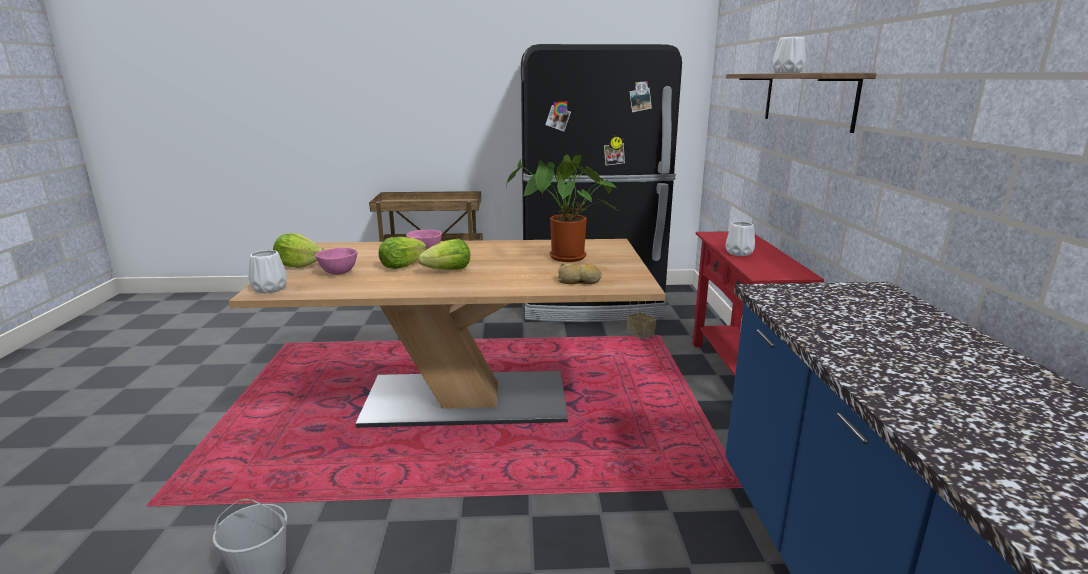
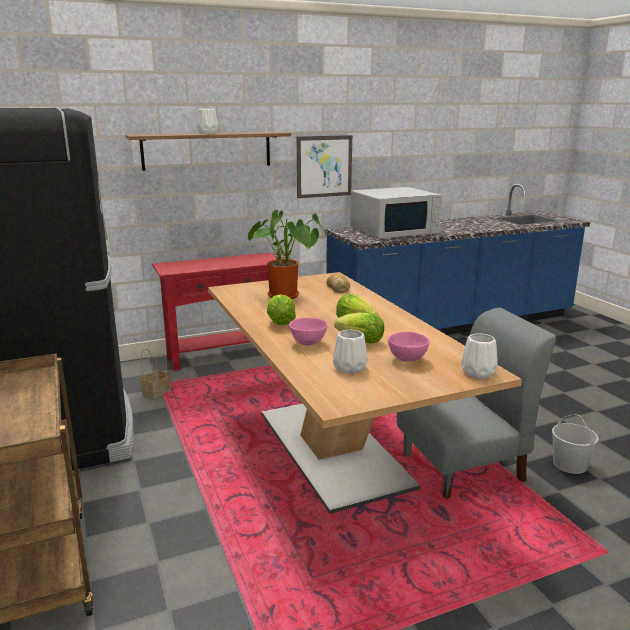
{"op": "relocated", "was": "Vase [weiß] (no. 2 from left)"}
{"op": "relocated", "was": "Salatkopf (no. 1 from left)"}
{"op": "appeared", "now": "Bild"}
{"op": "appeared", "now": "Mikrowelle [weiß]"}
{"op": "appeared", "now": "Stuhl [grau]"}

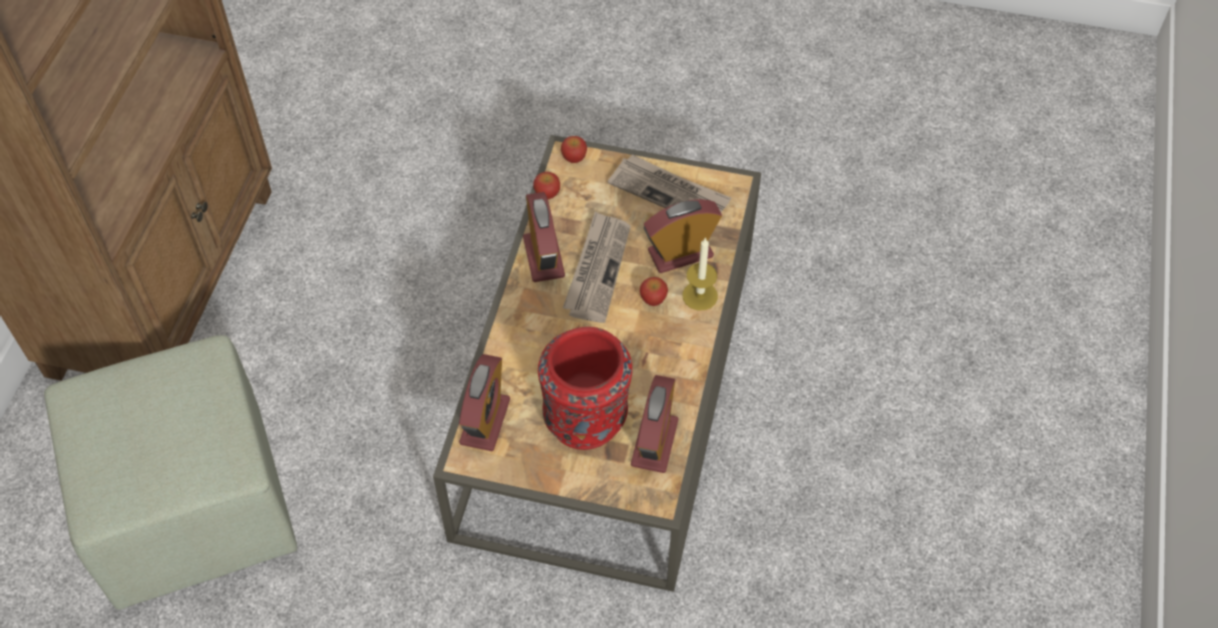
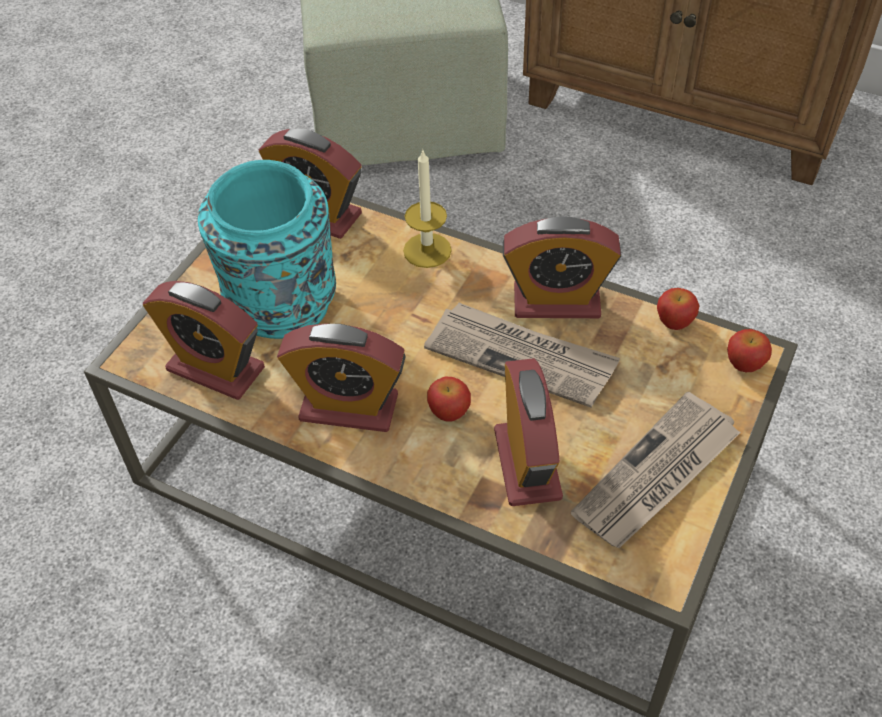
{"op": "relocated", "was": "Kerze"}
{"op": "colour", "was": "Vase [rot]", "now": "Vase [türkis]"}
{"op": "appeared", "now": "Wecker (no. 3 from left)"}

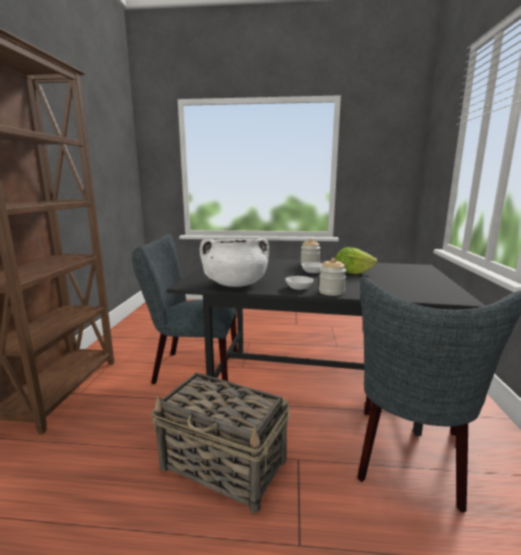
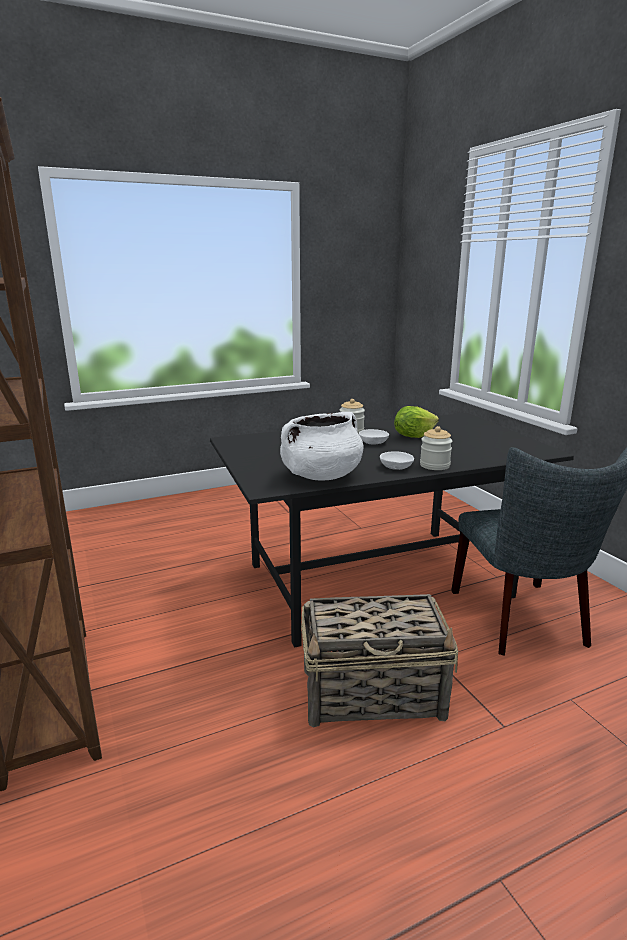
{"op": "missing", "was": "Stuhl [grau] (no. 1 from left)"}

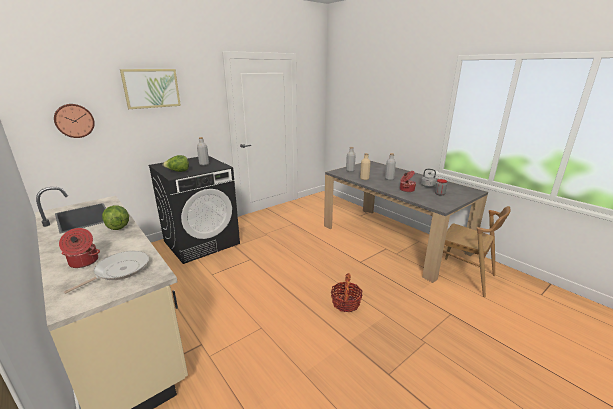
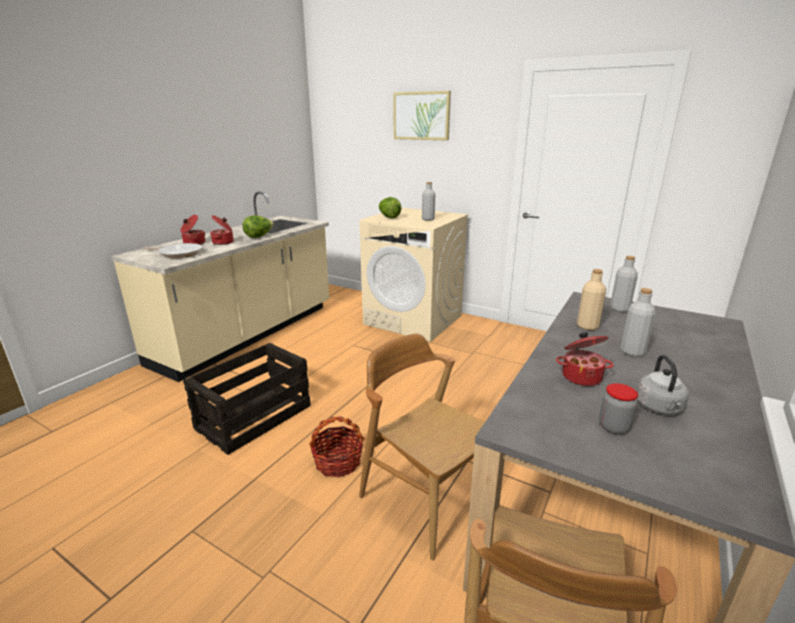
{"op": "missing", "was": "Wanduhr"}
{"op": "colour", "was": "Waschmaschine [schwarz]", "now": "Waschmaschine [beige]"}
{"op": "appeared", "now": "Kochtopf (no. 2 from left)"}
{"op": "appeared", "now": "Stuhl [braun] (no. 1 from left)"}
{"op": "appeared", "now": "Kiste"}

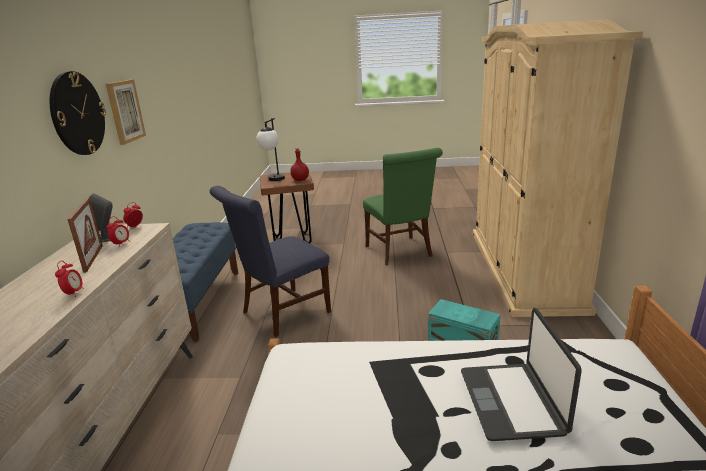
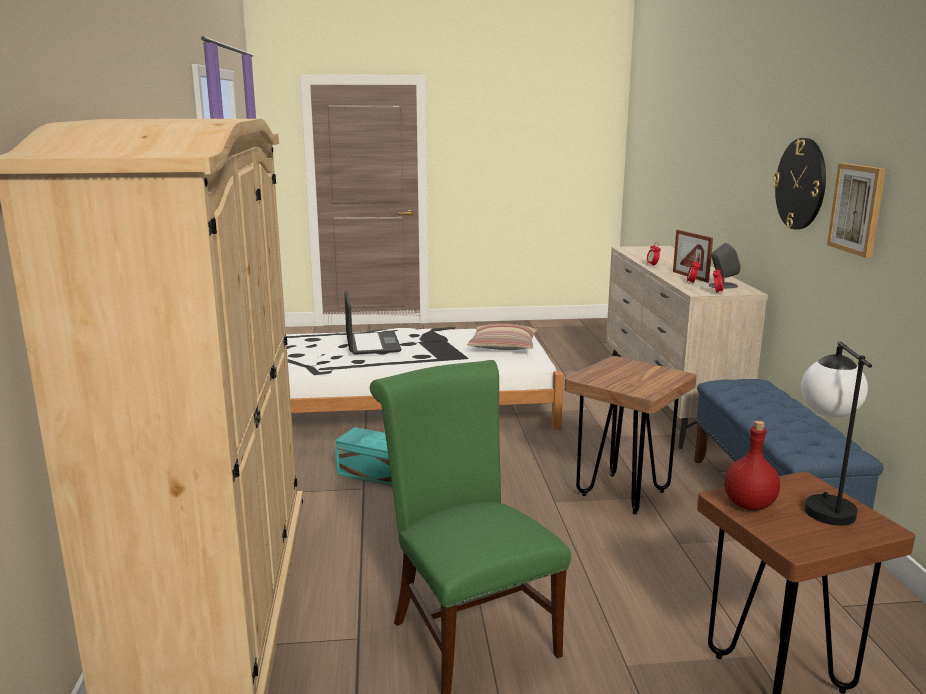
{"op": "exchanged", "was": "Stuhl [blau]", "now": "Hocker [braun] (no. 1 from left)"}
{"op": "appeared", "now": "Kissen"}

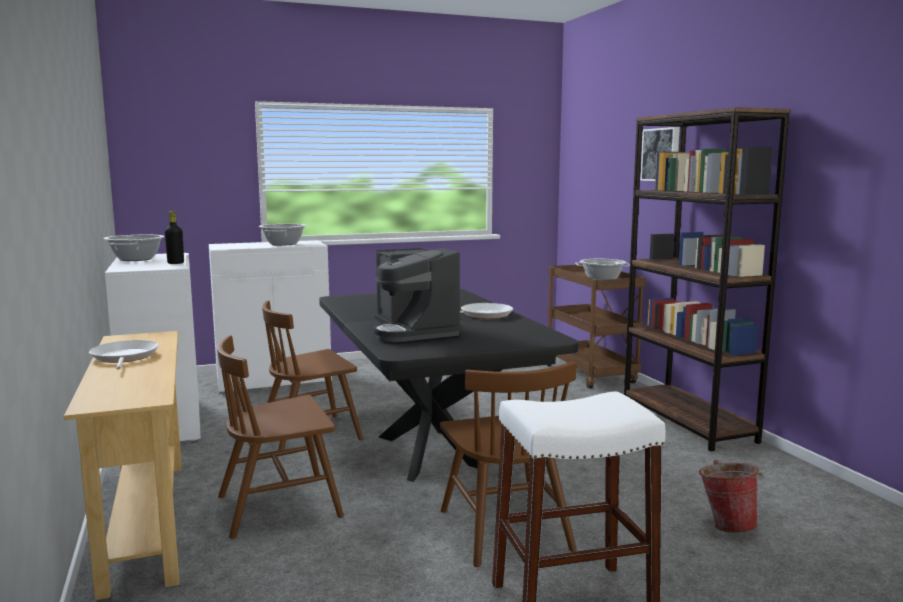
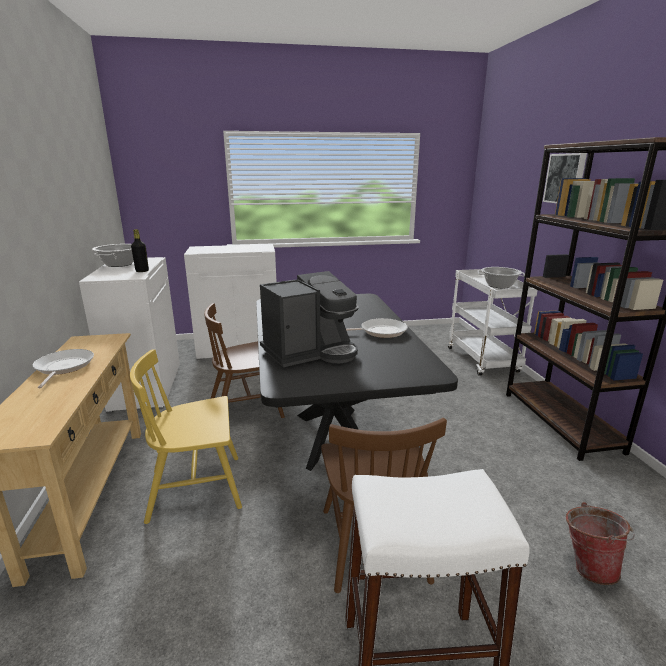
{"op": "missing", "was": "Kochtopf (no. 2 from left)"}
{"op": "spun", "was": "Kaffeemaschine", "clockwise": -105}
{"op": "colour", "was": "Rollwagen [braun]", "now": "Rollwagen [weiß]"}
{"op": "colour", "was": "Stuhl [braun] (no. 1 from left)", "now": "Stuhl [gelb]"}

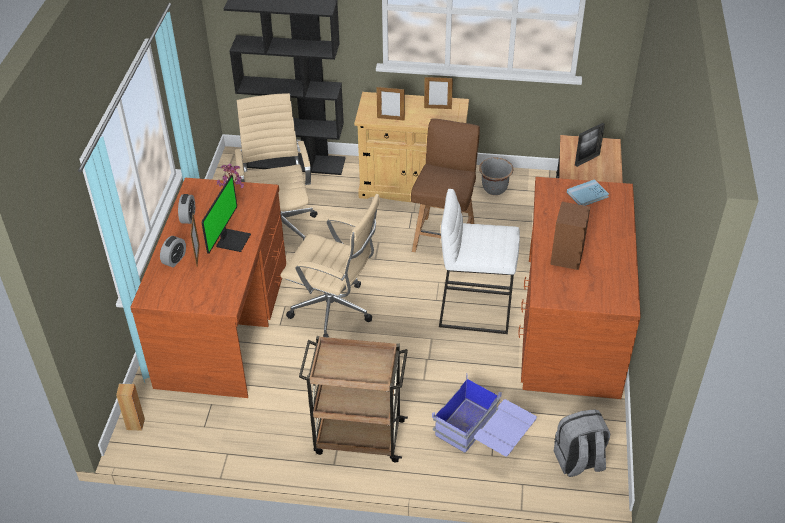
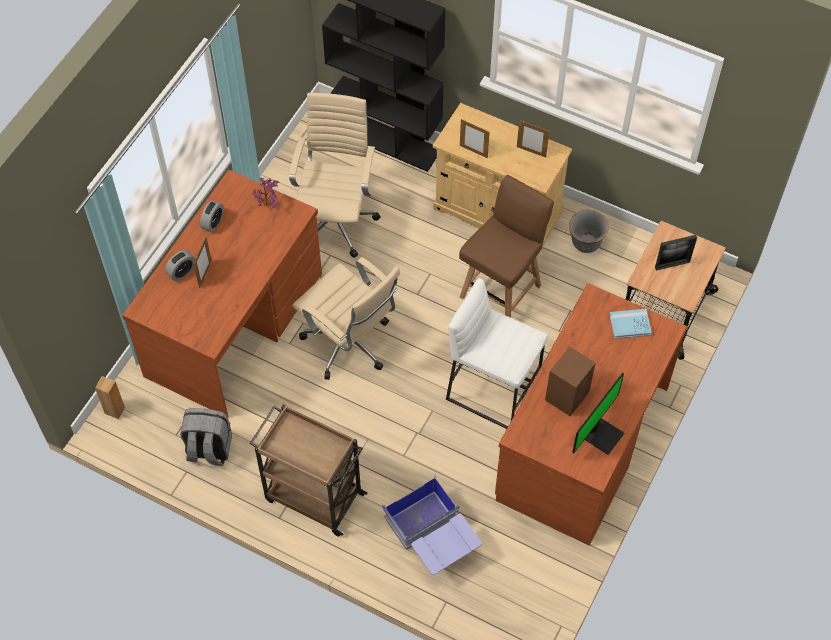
{"op": "relocated", "was": "Monitor"}
{"op": "relocated", "was": "Rucksack [grau]"}

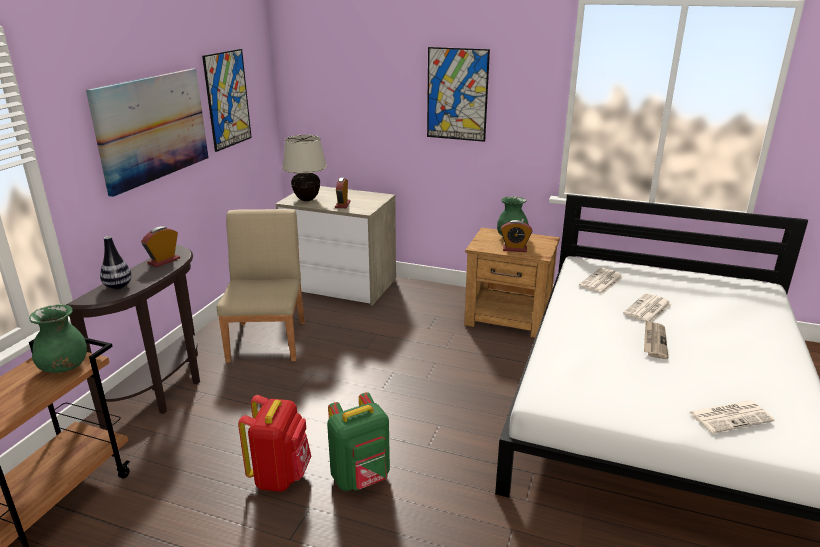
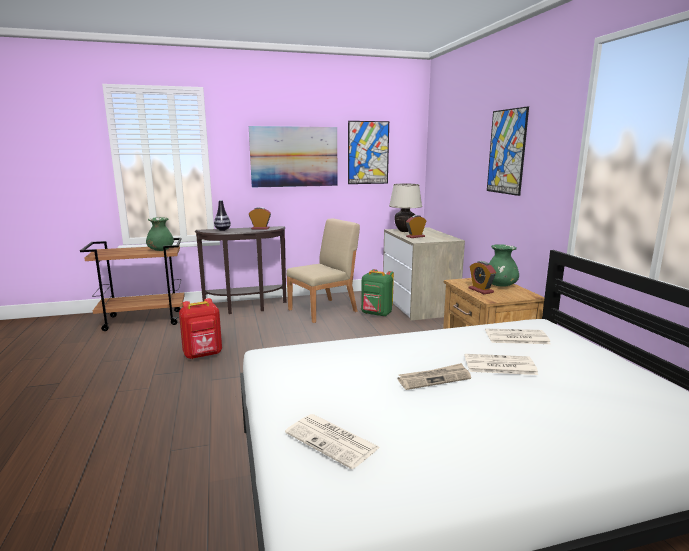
{"op": "relocated", "was": "Rucksack [grün]"}

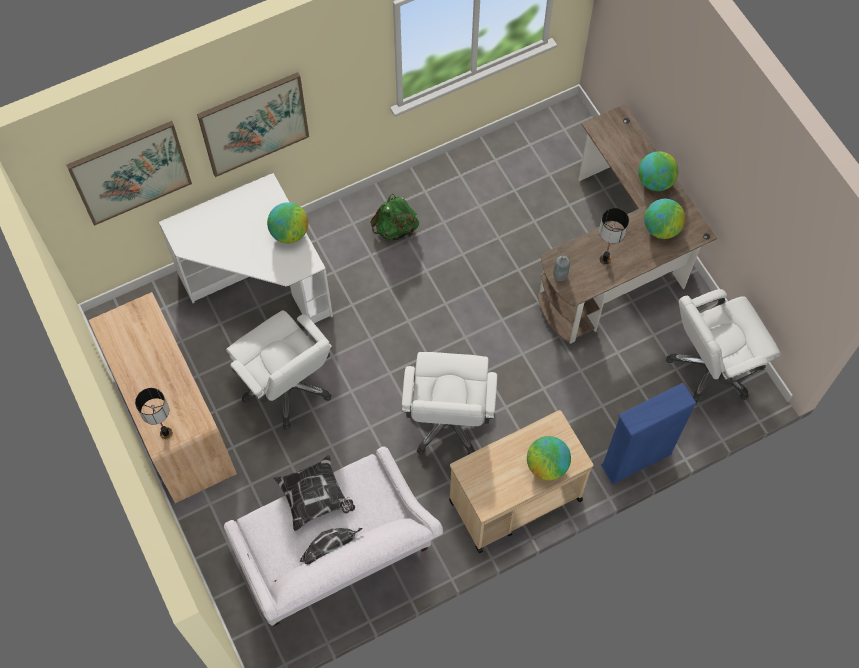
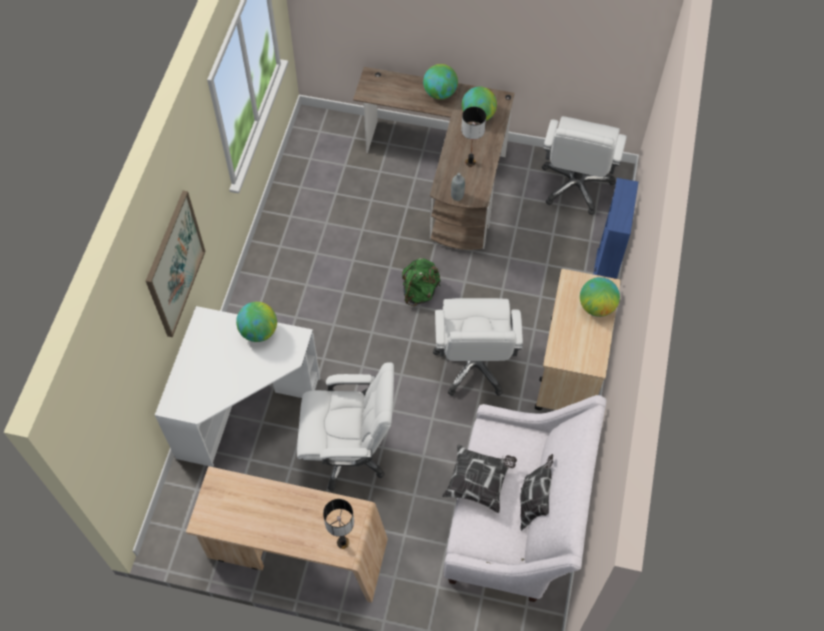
{"op": "missing", "was": "Bild (no. 1 from left)"}
{"op": "relocated", "was": "Rucksack [grün]"}
{"op": "spun", "was": "Bürostuhl [weiß] (no. 2 from left)", "clockwise": 45}

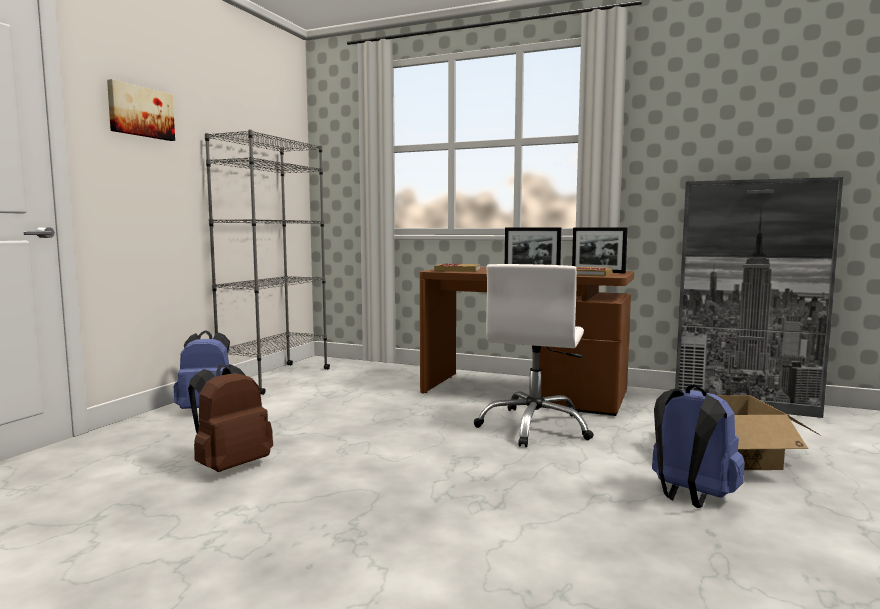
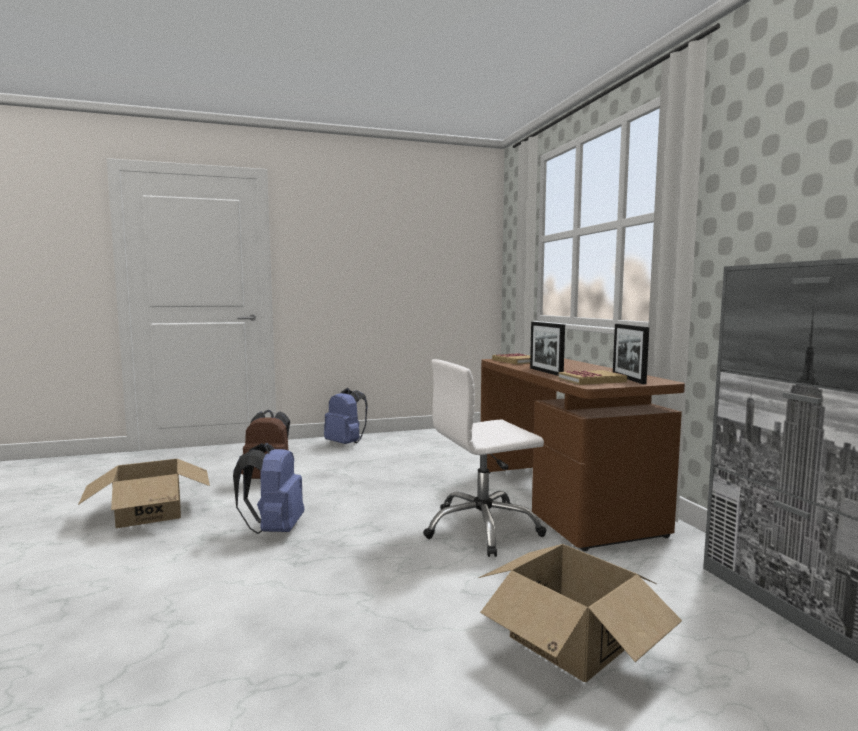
{"op": "missing", "was": "Bild"}
{"op": "missing", "was": "Bücherregal [grau]"}
{"op": "relocated", "was": "Rucksack [blau] (no. 2 from left in the first image)", "now": "Rucksack [blau] (no. 1 from left)"}
{"op": "appeared", "now": "Karton (no. 1 from left)"}

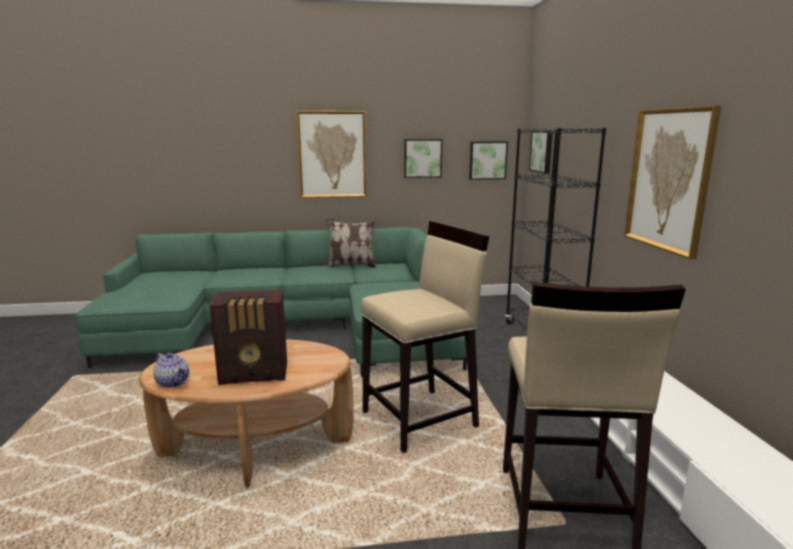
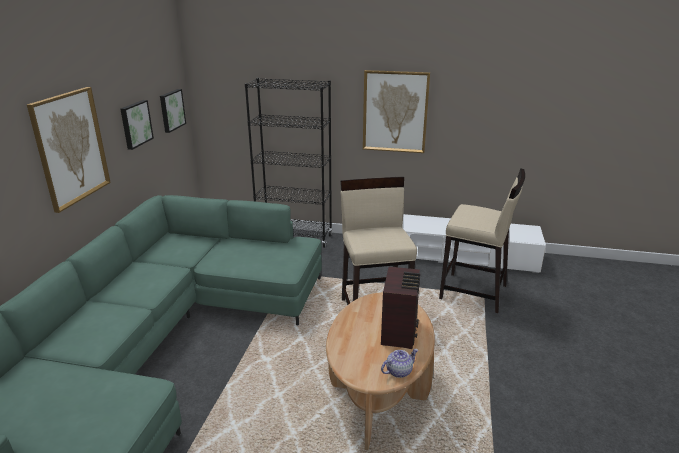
{"op": "missing", "was": "Bild (no. 4 from left)"}
{"op": "missing", "was": "Kissen"}

